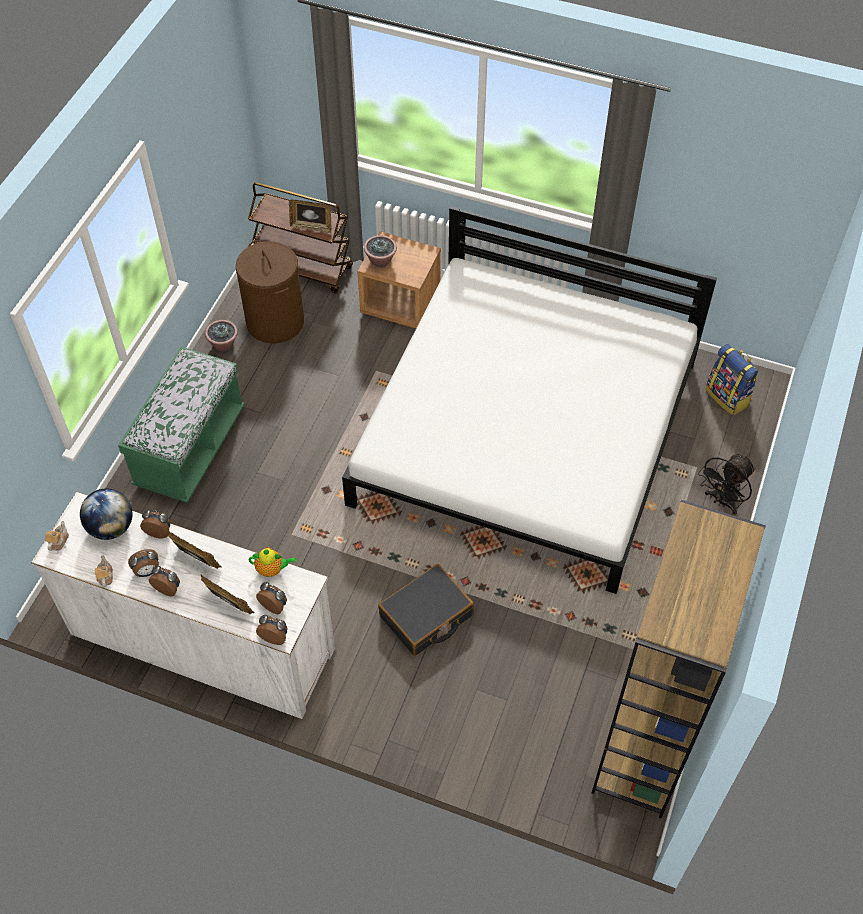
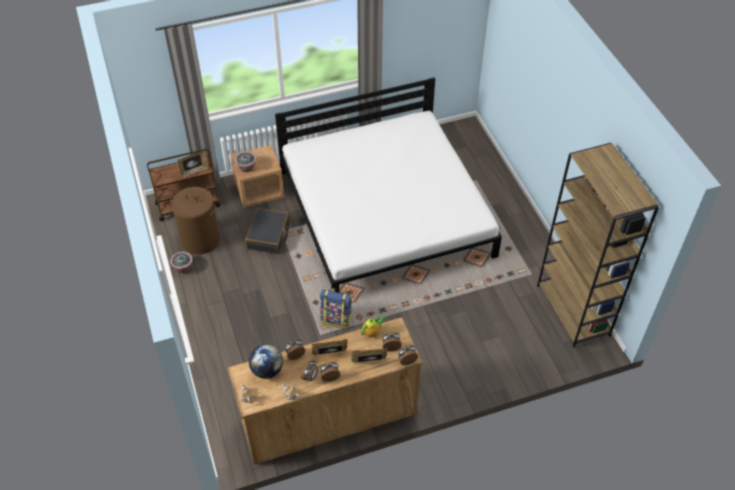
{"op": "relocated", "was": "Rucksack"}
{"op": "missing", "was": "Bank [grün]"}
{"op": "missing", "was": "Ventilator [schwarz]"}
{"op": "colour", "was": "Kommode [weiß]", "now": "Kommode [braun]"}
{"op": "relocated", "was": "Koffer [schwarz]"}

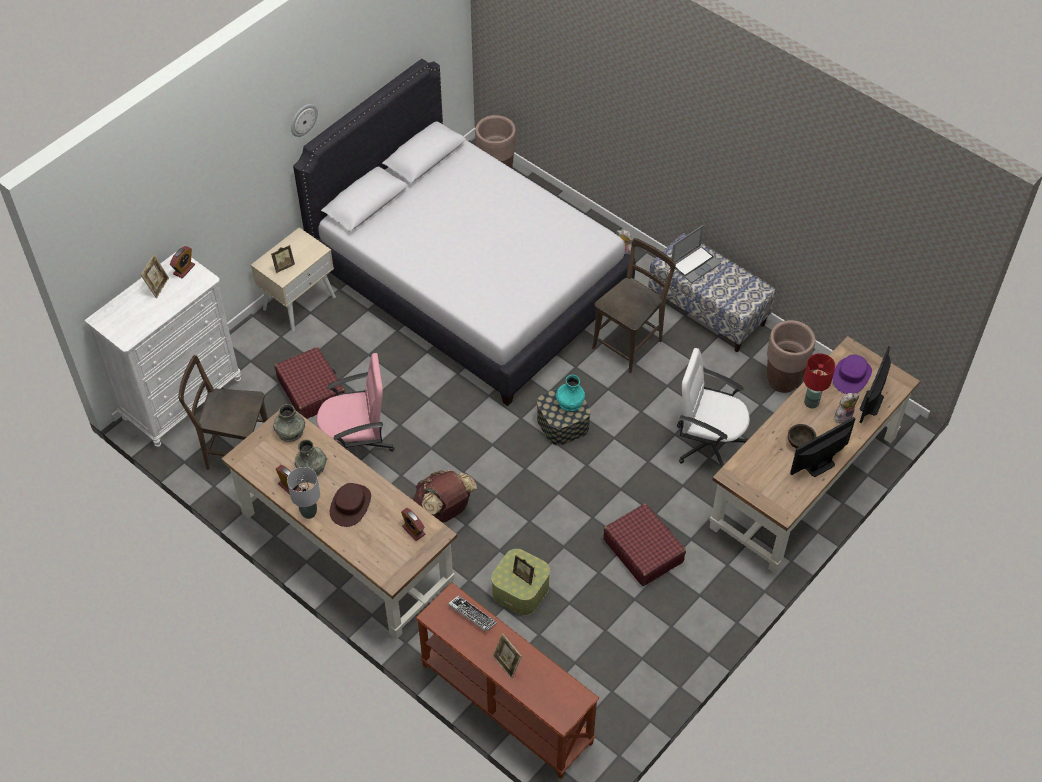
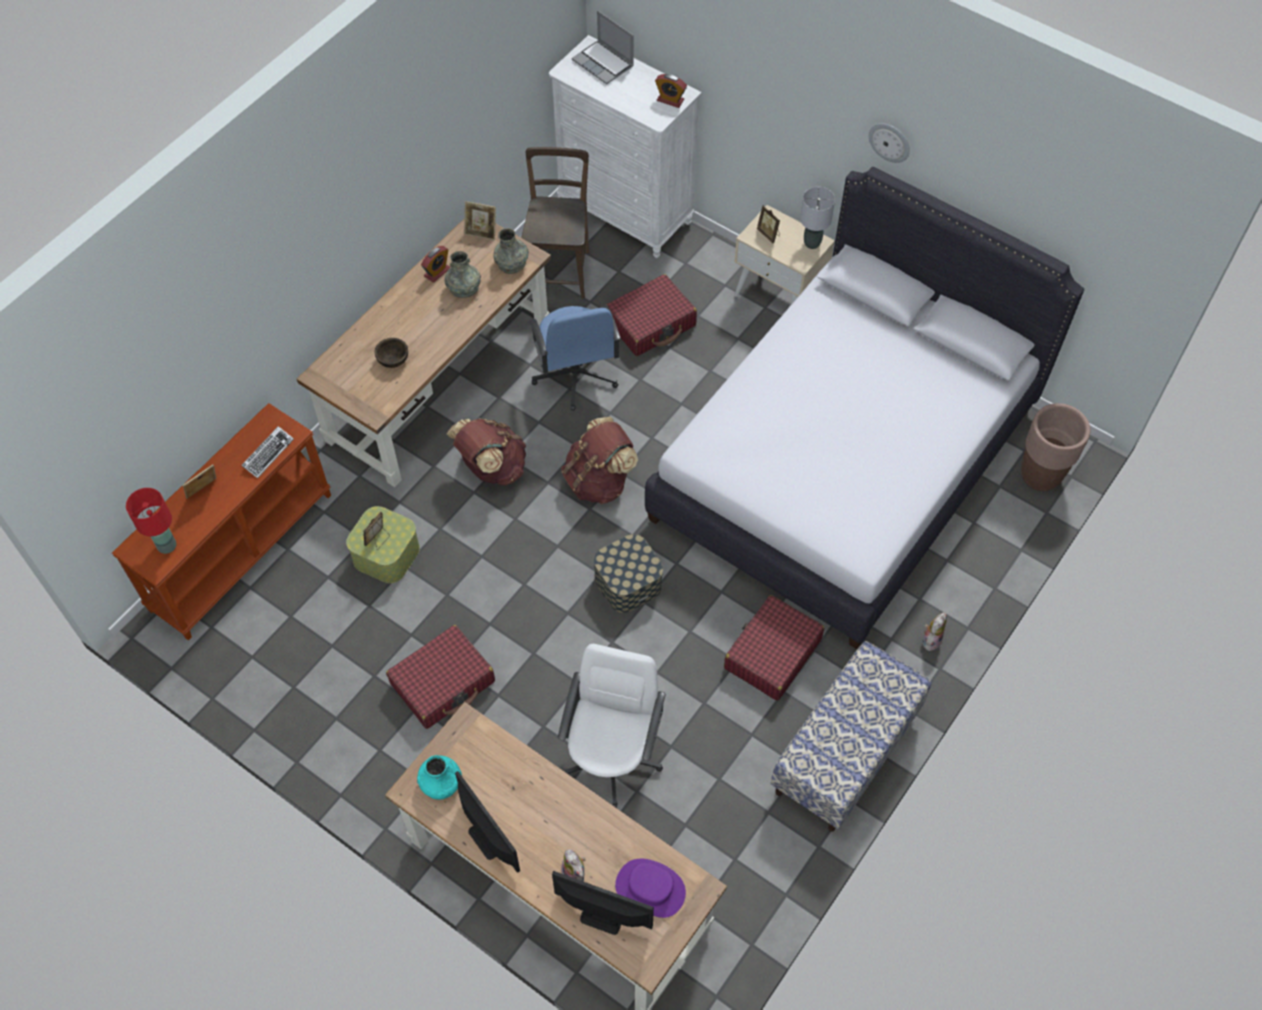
{"op": "relocated", "was": "Laptop"}
{"op": "exchanged", "was": "Stuhl [braun] (no. 2 from left)", "now": "Koffer [rot] (no. 3 from left)"}
{"op": "relocated", "was": "Bilderrahmen (no. 1 from left in the first image)", "now": "Bilderrahmen (no. 3 from left)"}
{"op": "missing", "was": "Pflanzkübel [braun] (no. 2 from left)"}
{"op": "colour", "was": "Bürostuhl [rosa]", "now": "Bürostuhl [blau]"}
{"op": "relocated", "was": "Tischlampe [rot]"}
{"op": "relocated", "was": "Vase [türkis]"}
{"op": "relocated", "was": "Schüssel [braun]"}
{"op": "relocated", "was": "Tischlampe [grau]"}
{"op": "missing", "was": "Hut [braun]"}
{"op": "missing", "was": "Wecker (no. 3 from left)"}
{"op": "appeared", "now": "Rucksack [braun] (no. 2 from left)"}

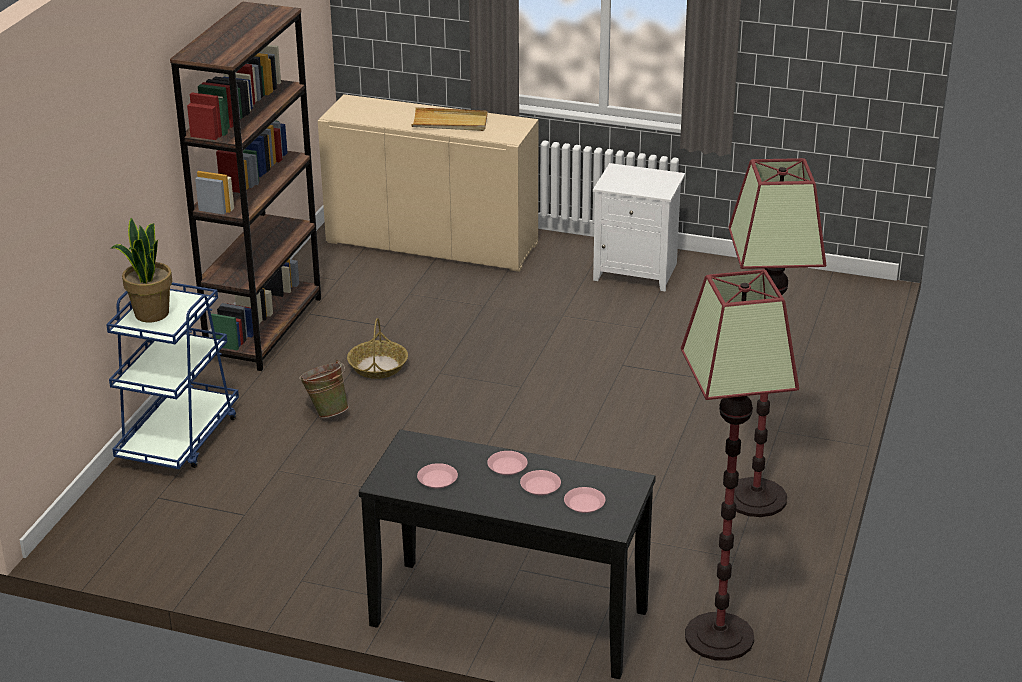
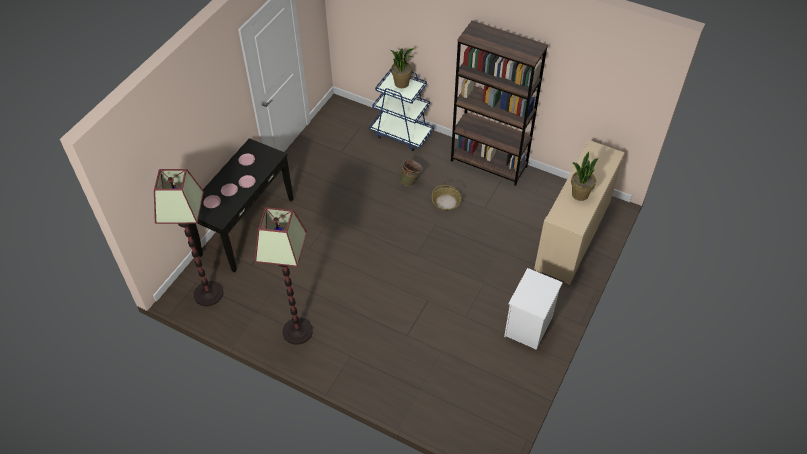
{"op": "exchanged", "was": "Tablett [beige]", "now": "Topfpflanze (no. 2 from left)"}

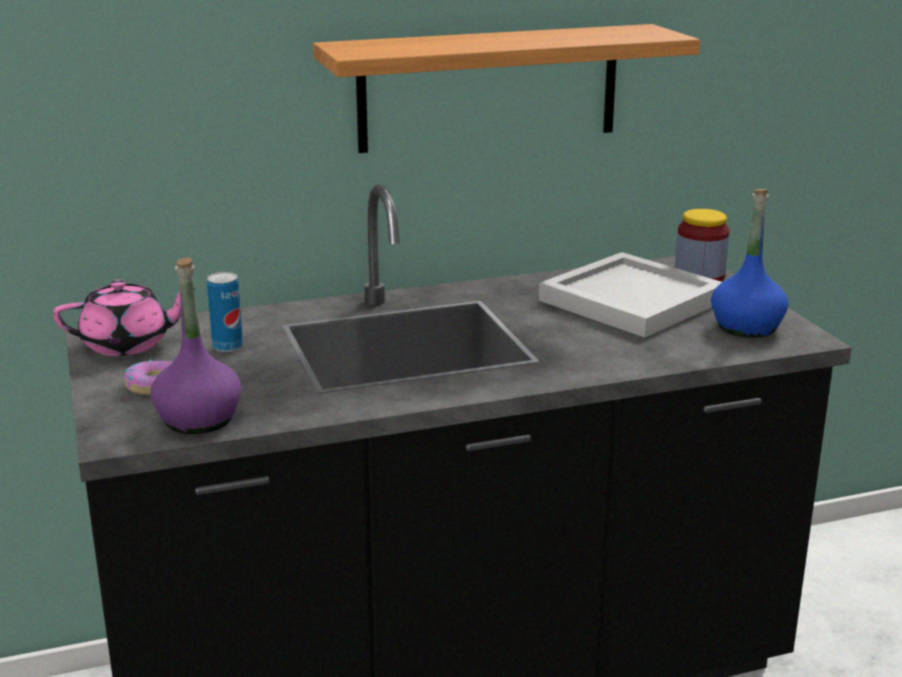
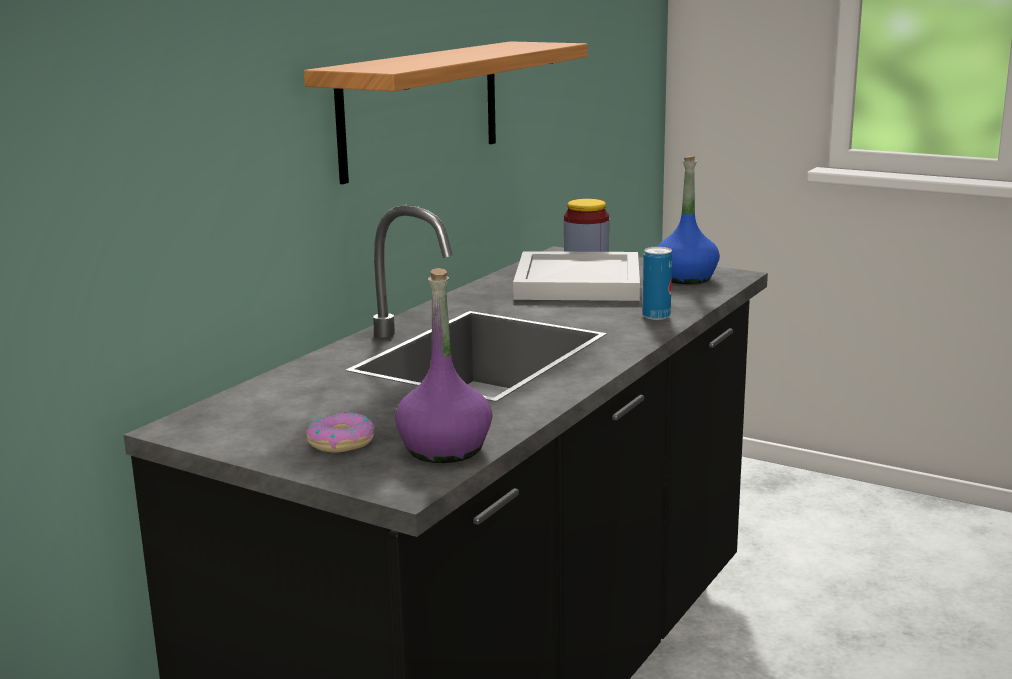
{"op": "relocated", "was": "Dose"}
{"op": "missing", "was": "Teekanne [rosa]"}

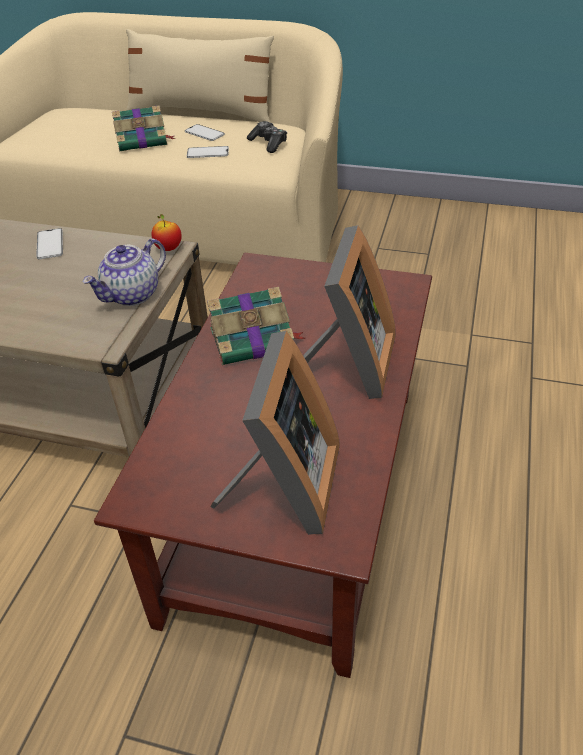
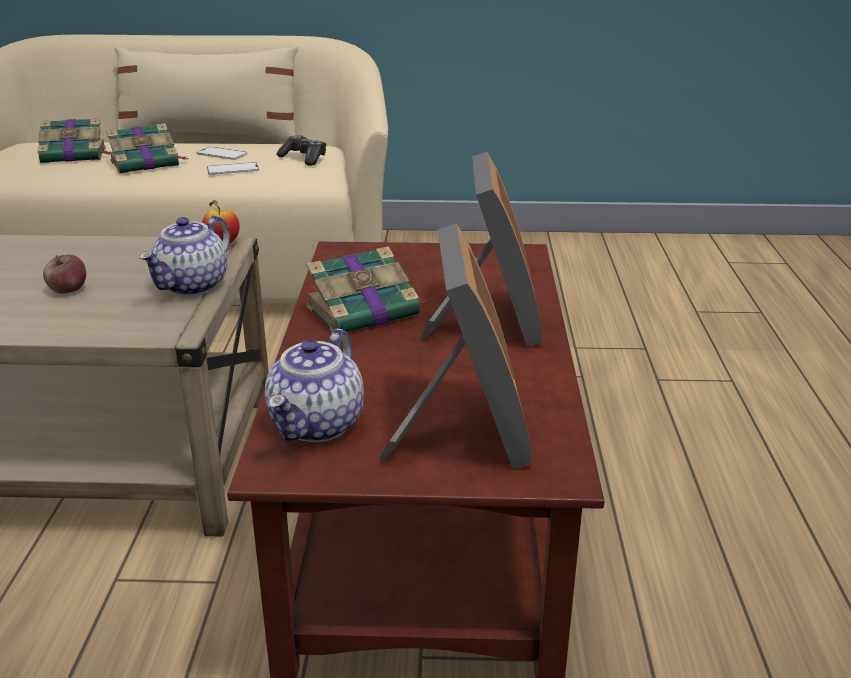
{"op": "missing", "was": "Handy (no. 1 from left)"}
{"op": "appeared", "now": "Buch (no. 1 from left)"}
{"op": "appeared", "now": "Apfel (no. 1 from left)"}
{"op": "appeared", "now": "Teekanne (no. 2 from left)"}

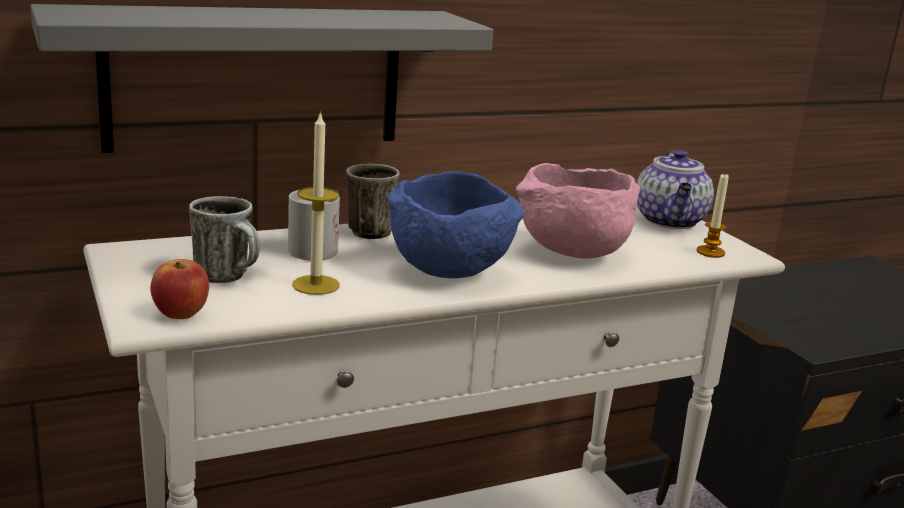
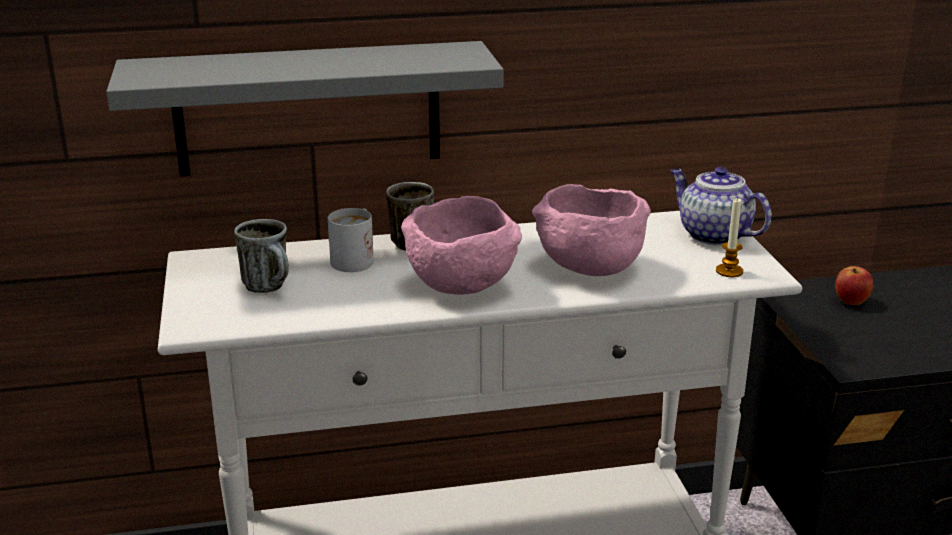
{"op": "missing", "was": "Kerze (no. 1 from left)"}
{"op": "spun", "was": "Teekanne", "clockwise": 120}
{"op": "colour", "was": "Schüssel [blau]", "now": "Schüssel [rosa] (no. 1 from left)"}
{"op": "relocated", "was": "Apfel"}

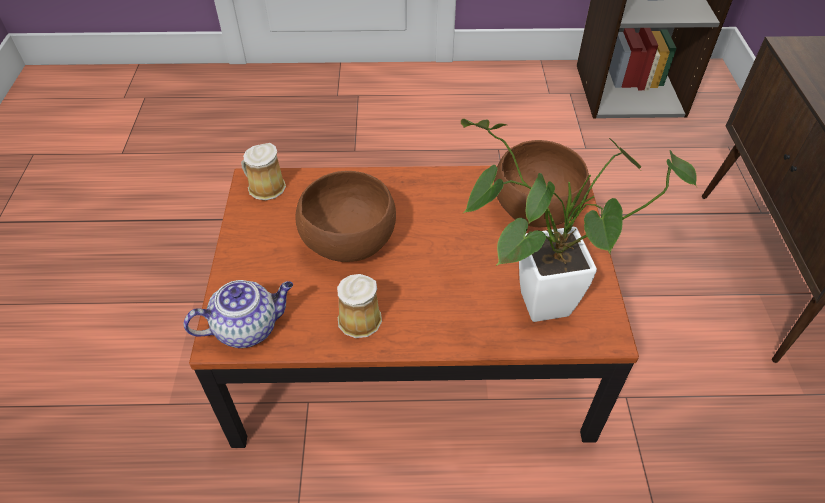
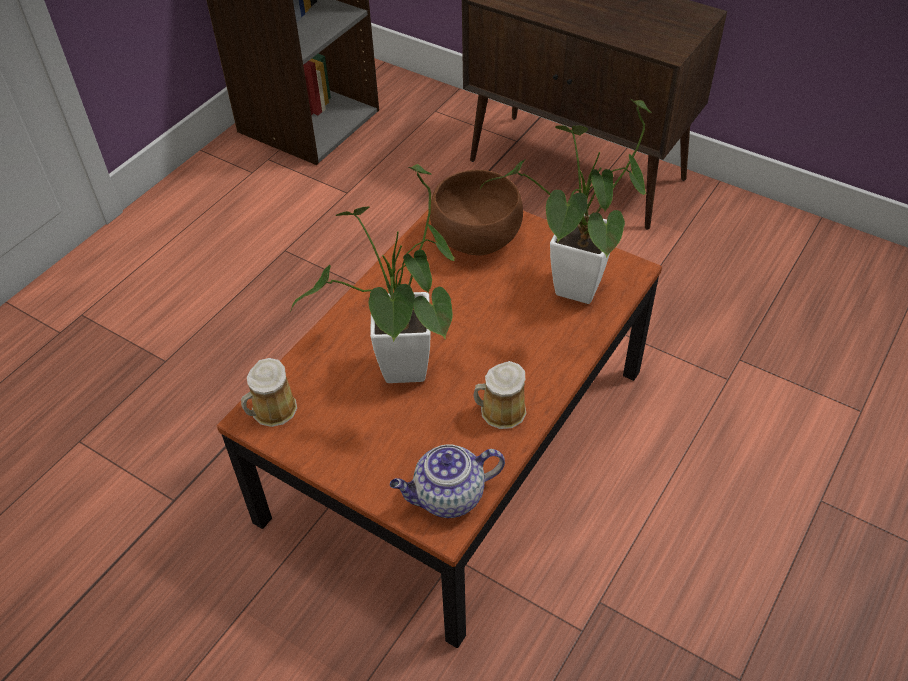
{"op": "exchanged", "was": "Schüssel [braun] (no. 1 from left)", "now": "Topfpflanze (no. 1 from left)"}
{"op": "spun", "was": "Teekanne", "clockwise": -120}

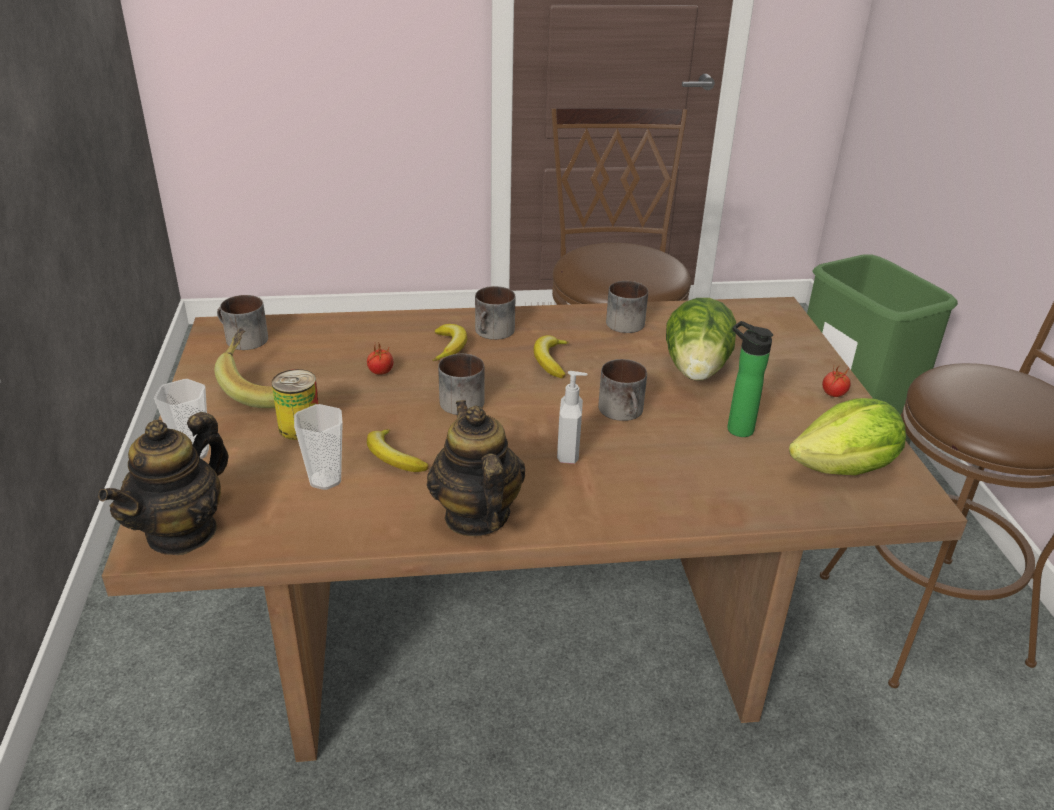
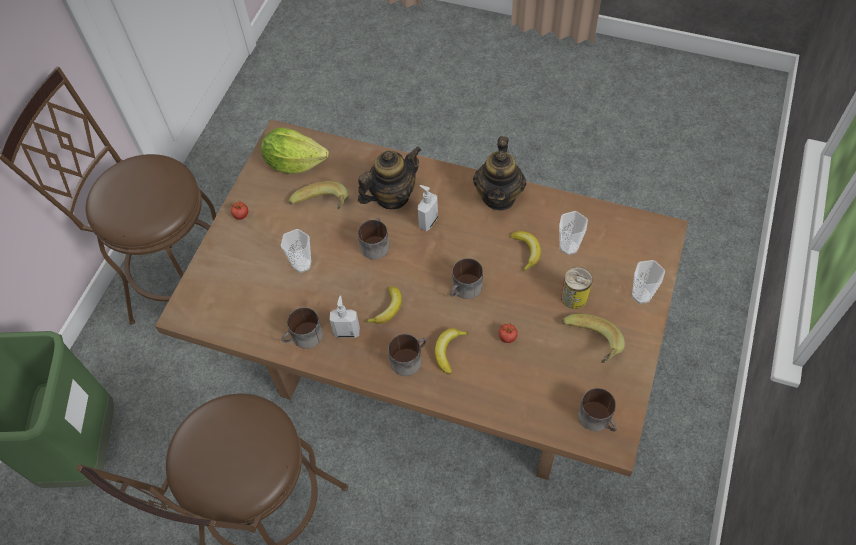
{"op": "exchanged", "was": "Salatkopf (no. 1 from left)", "now": "Tasse (no. 1 from left)"}
{"op": "exchanged", "was": "Flasche", "now": "Banane (no. 1 from left)"}
{"op": "relocated", "was": "Teekanne (no. 1 from left)"}
{"op": "appeared", "now": "Seifenspender (no. 1 from left)"}

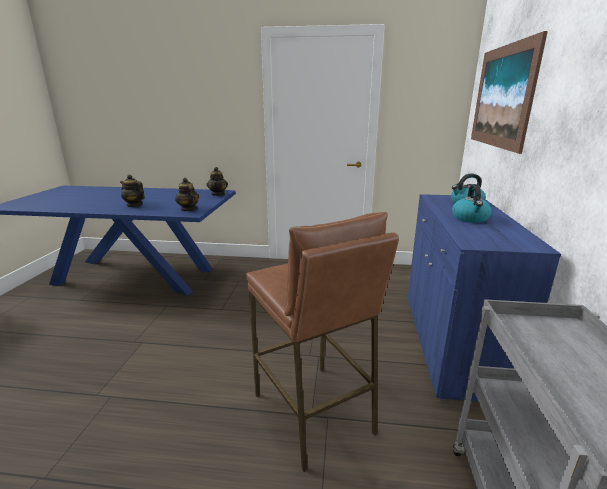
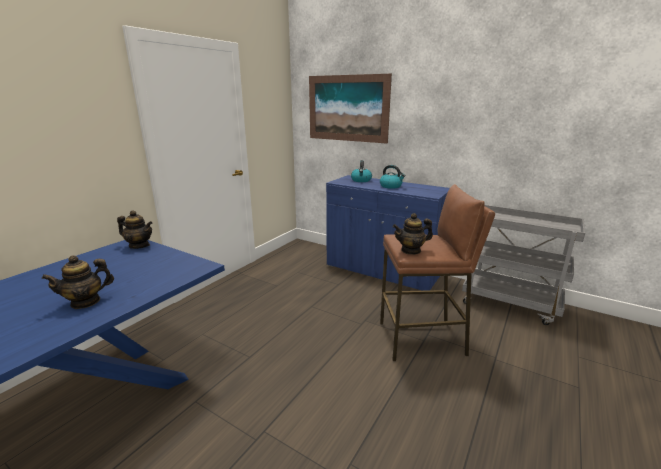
{"op": "relocated", "was": "Teekanne (no. 2 from left in the first image)", "now": "Teekanne (no. 3 from left)"}

